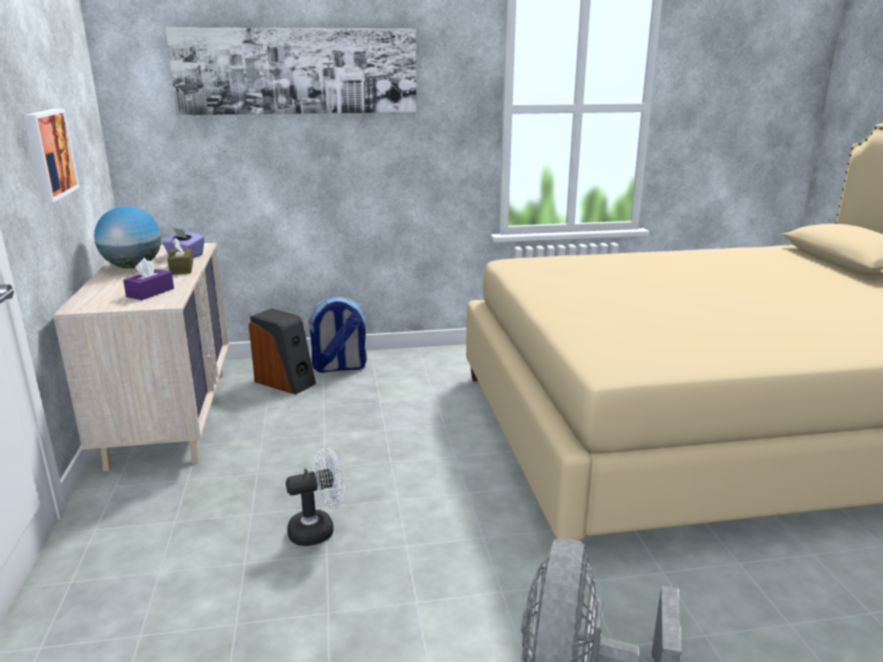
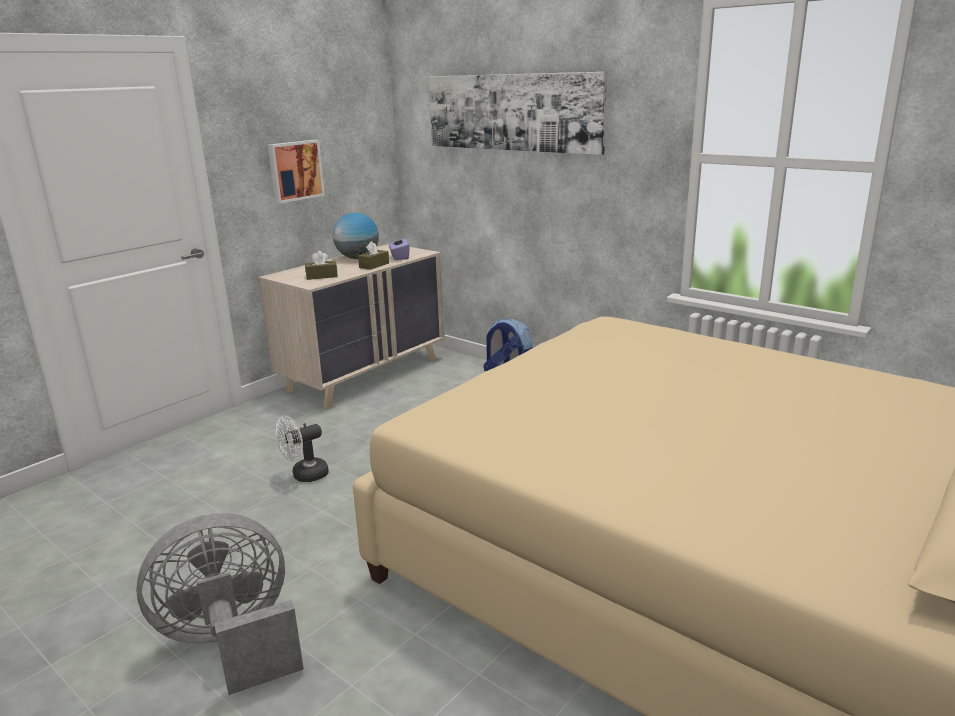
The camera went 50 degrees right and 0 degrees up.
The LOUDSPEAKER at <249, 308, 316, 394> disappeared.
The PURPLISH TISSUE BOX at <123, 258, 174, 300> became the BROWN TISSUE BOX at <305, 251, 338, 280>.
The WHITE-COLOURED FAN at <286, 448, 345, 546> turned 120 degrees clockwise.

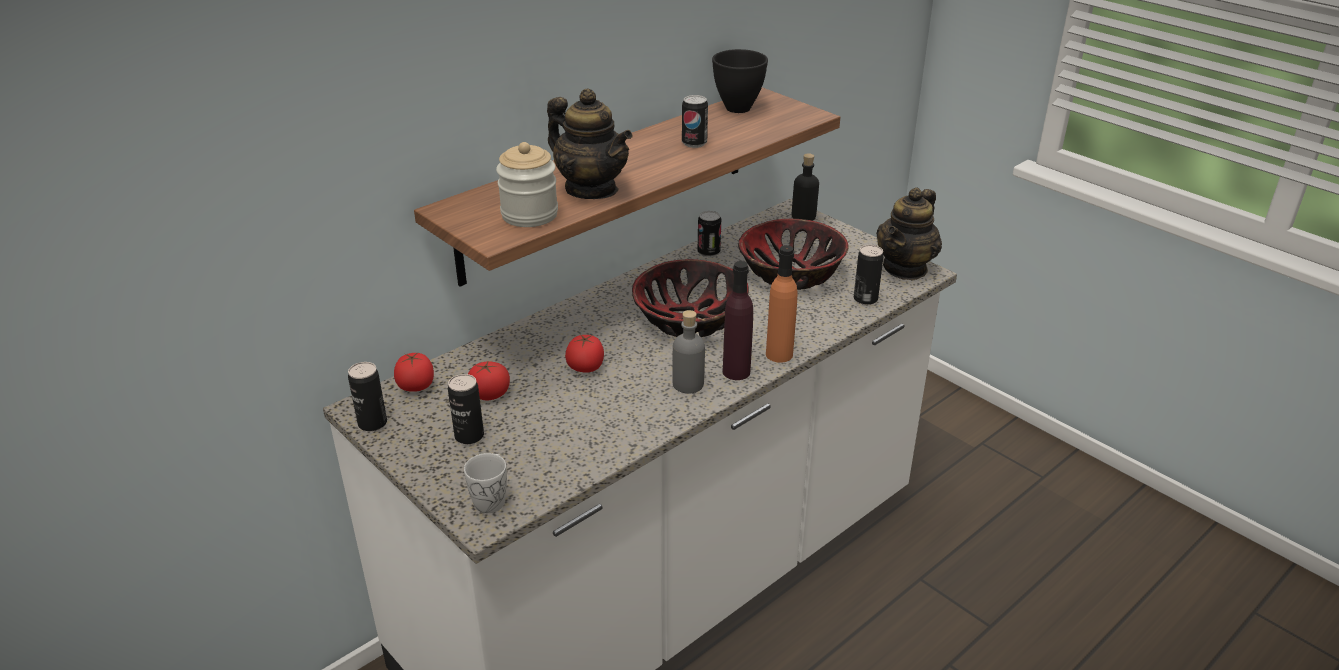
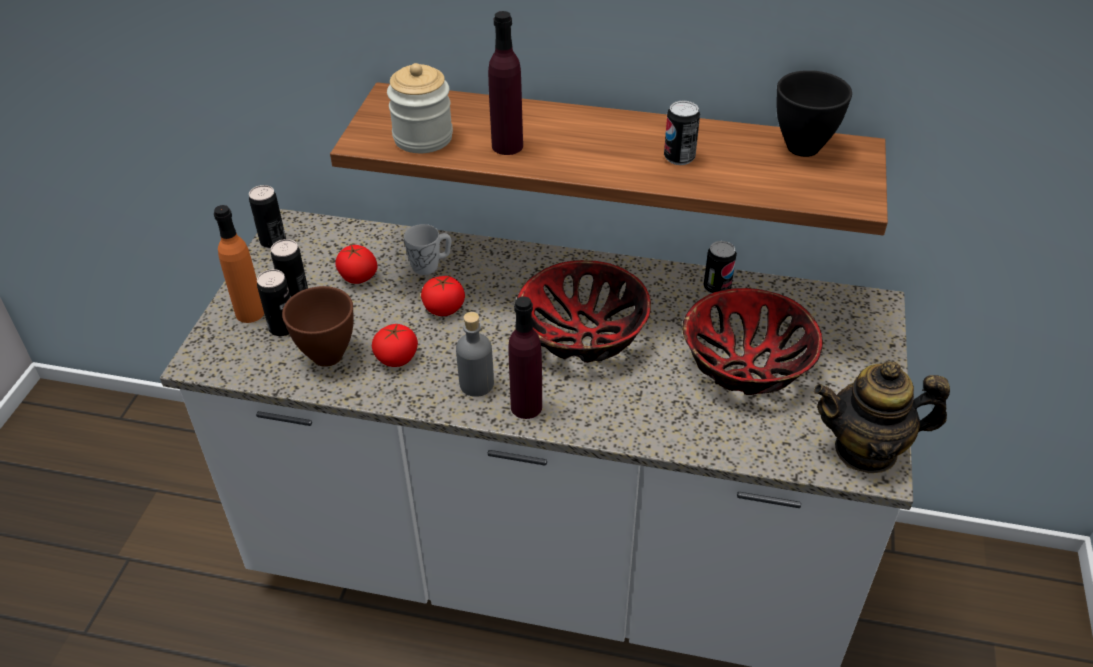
The camera went 55 degrees right and 10 degrees up.
The BLACK BOTTLE at <792, 153, 819, 221> disappeared.
The BROWN SERVING BOWL at <282, 286, 354, 367> appeared.
The FRESH TOMATO moved from <394, 352, 434, 392> to <372, 323, 418, 367>.
The WHITE-COLOURED COFFEE MUG moved from <464, 453, 507, 513> to <404, 224, 452, 275>.
The ORANGEY BOTTLE moved from <766, 245, 798, 363> to <214, 205, 264, 323>.
The METAL CAN moved from <854, 245, 884, 305> to <257, 269, 291, 336>.
The POT FOR TEA at <547, 89, 632, 199> was replaced by the PURPLISH BOTTLE at <488, 11, 523, 155>.

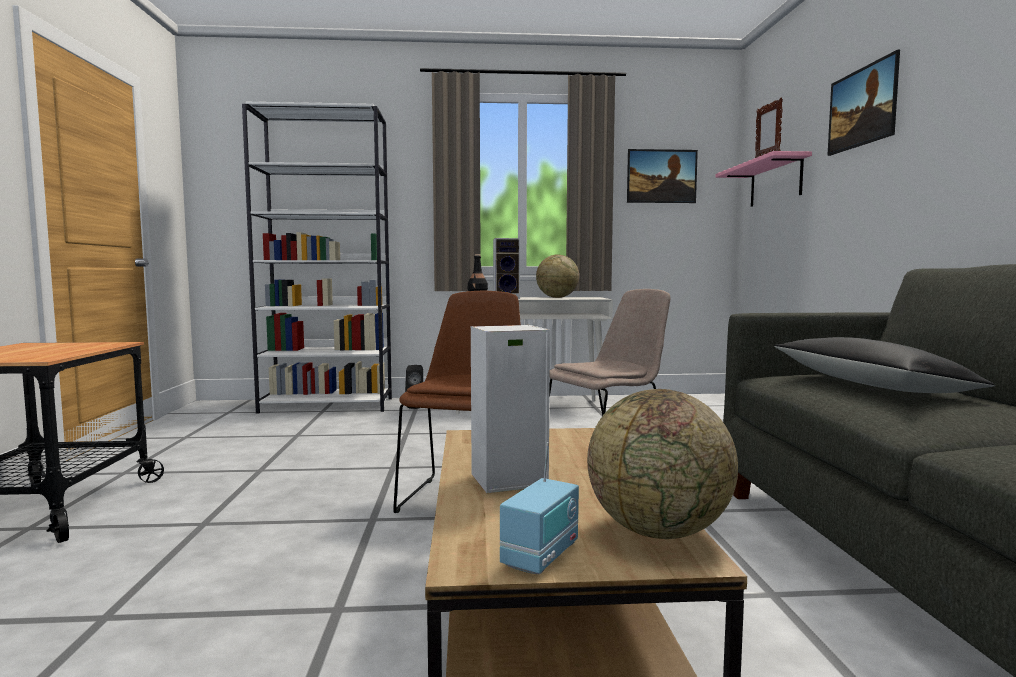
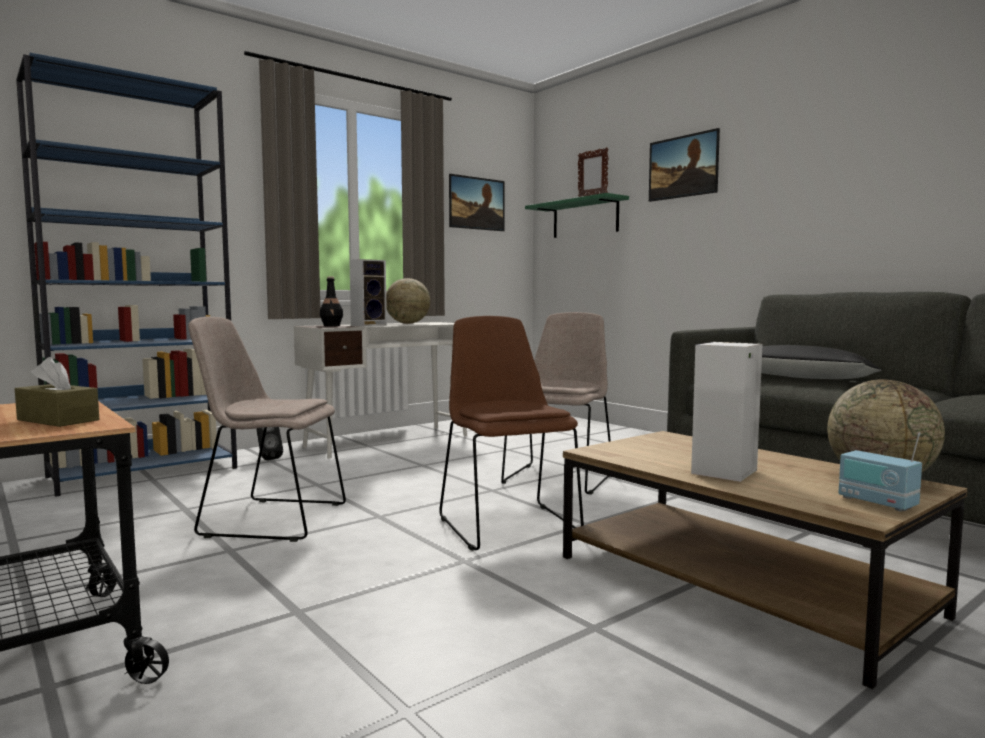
The camera went 35 degrees left and 0 degrees up.
The BROWN TISSUE BOX at <15, 357, 99, 427> appeared.
The BEIGE-COLOURED PLAIN CHAIR at <188, 317, 346, 542> appeared.
The WHITE-COLOURED BOOKSHELF at <242, 102, 392, 414> became the BLUISH BOOKSHELF at <16, 53, 237, 497>.
The PINK-COLOURED BRACKET SHELF at <715, 151, 812, 207> became the GREEN-COLOURED BRACKET SHELF at <525, 193, 629, 238>.
The RADIO SET at <500, 442, 579, 574> turned 150 degrees clockwise.

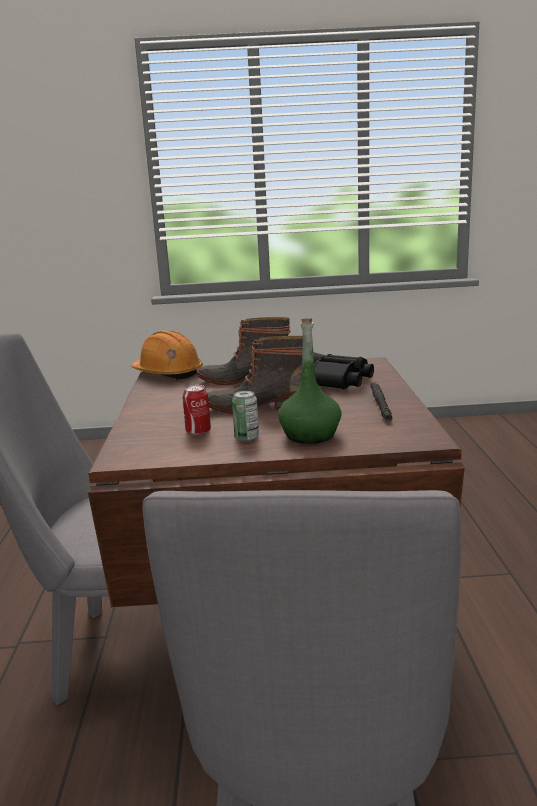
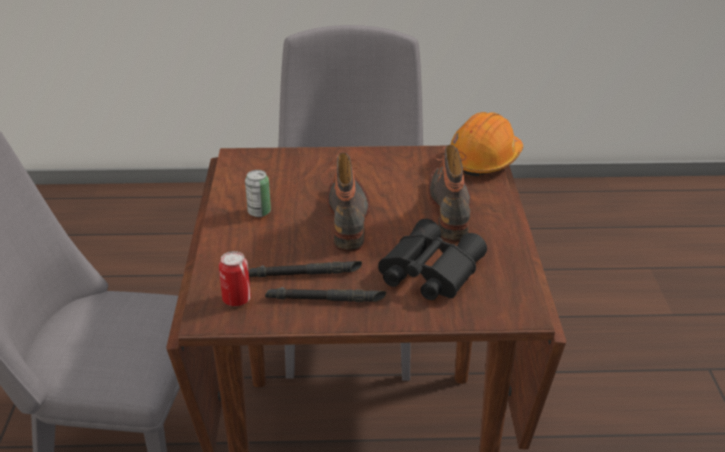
The camera went 90 degrees right and 15 degrees up.
The GREEN-COLOURED BOTTLE at <278, 318, 342, 444> disappeared.
The BLACK FLASHLIGHT at <248, 261, 362, 277> appeared.
The METAL CAN moved from <182, 385, 211, 435> to <219, 251, 251, 306>.

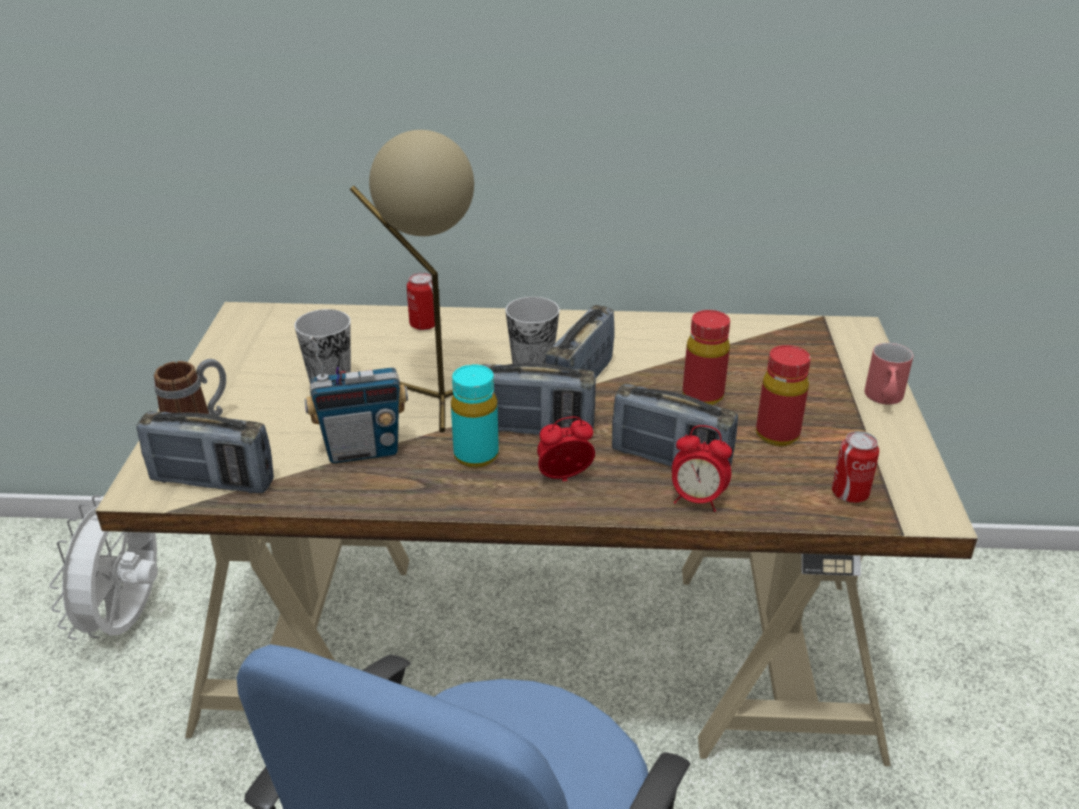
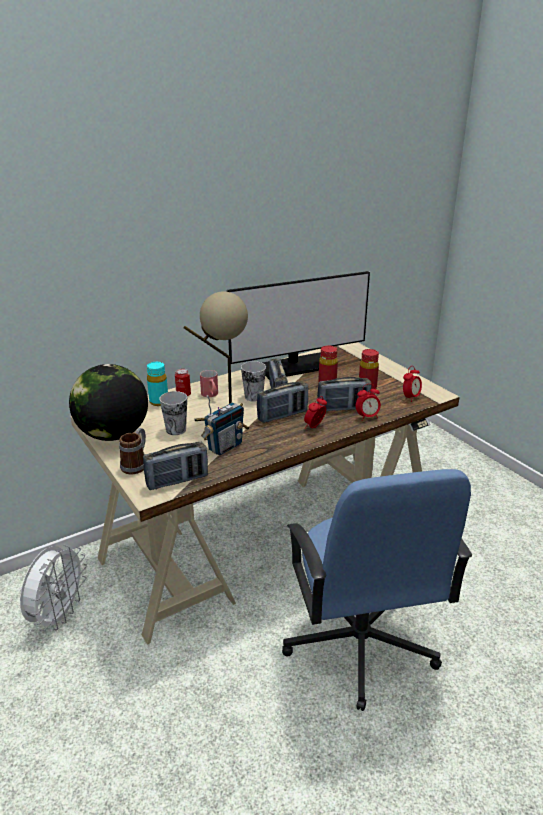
The camera went 35 degrees left and 5 degrees down.
The DESK GLOBE at <69, 364, 148, 441> appeared.
The COMPUTER SCREEN at <227, 271, 370, 380> appeared.
The BLUE-GREEN BOTTLE moved from <451, 364, 499, 468> to <147, 362, 168, 406>.
The RED COFFEE MUG moved from <864, 343, 913, 405> to <200, 370, 218, 397>.
The METAL CAN at <832, 431, 879, 503> was replaced by the BEDSIDE CLOCK at <403, 366, 422, 402>.
The WHITE-COLOURED FAN at <49, 495, 158, 640> turned 135 degrees counterclockwise.

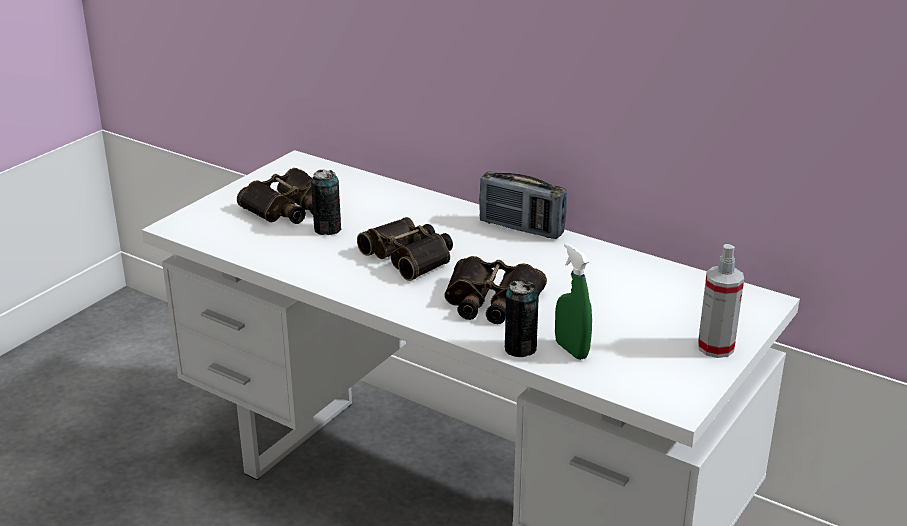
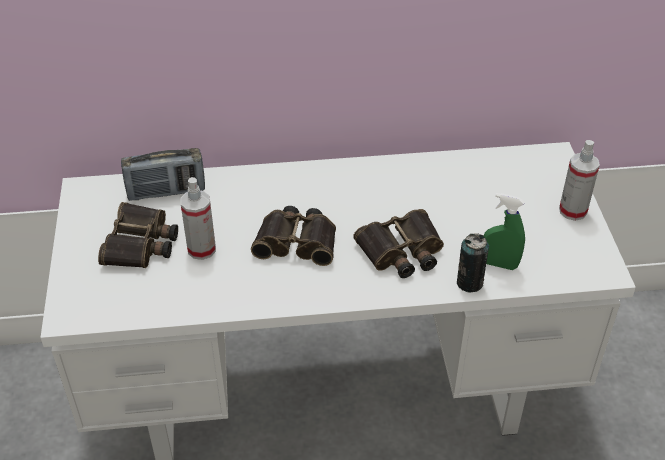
The camera went 40 degrees left and 15 degrees up.
The RADIO SET moved from <479, 171, 567, 239> to <121, 148, 205, 201>.
The METAL CAN at <311, 169, 342, 235> was replaced by the HAND SPRAYER at <180, 177, 216, 260>.

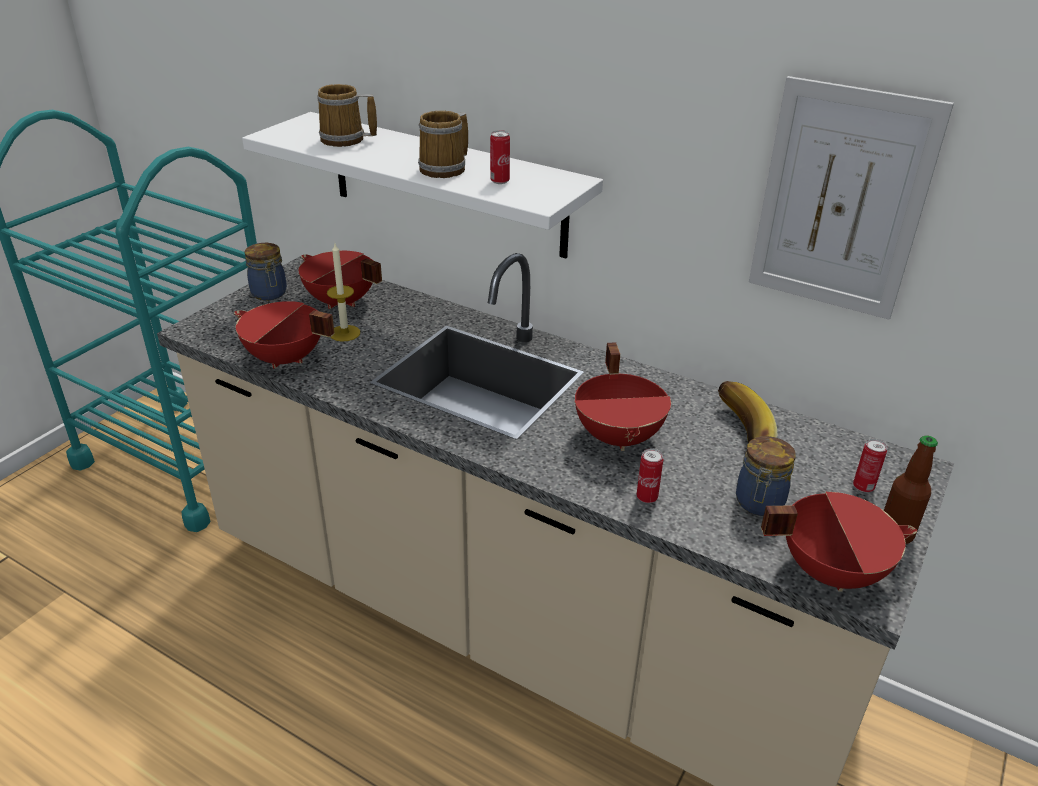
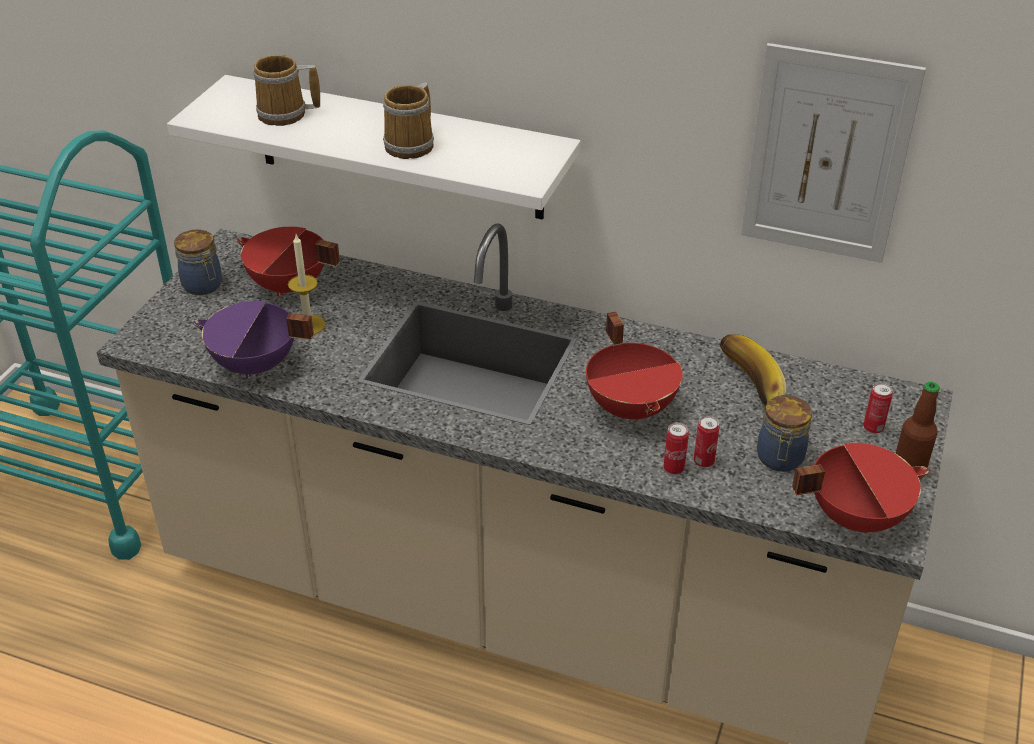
The camera went 10 degrees left and 5 degrees up.
The METAL CAN moved from <490, 130, 510, 184> to <694, 416, 720, 468>.
The RED COOKING POT at <234, 301, 335, 369> became the PURPLISH COOKING POT at <193, 301, 314, 379>.

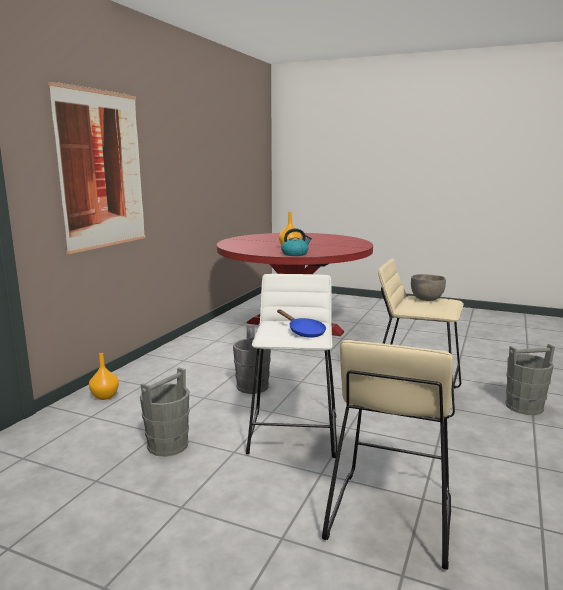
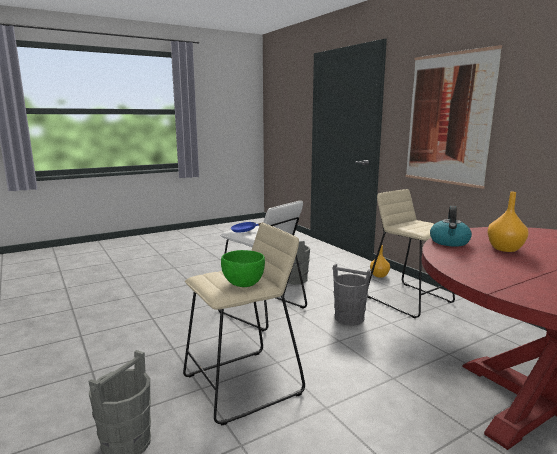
The camera went 125 degrees right and 0 degrees up.
The BEIGE-COLOURED STOOL SEAT moved from <322, 340, 453, 570> to <367, 189, 455, 318>.
The GRAY SERVING BOWL at <411, 274, 446, 301> became the GREEN-COLOURED SERVING BOWL at <221, 250, 265, 287>.

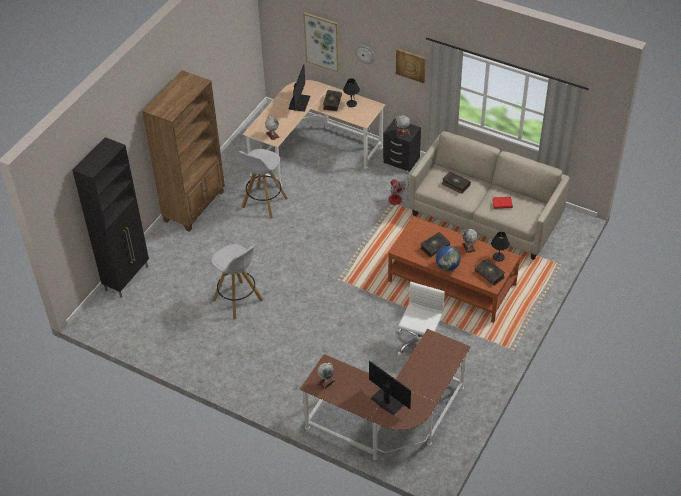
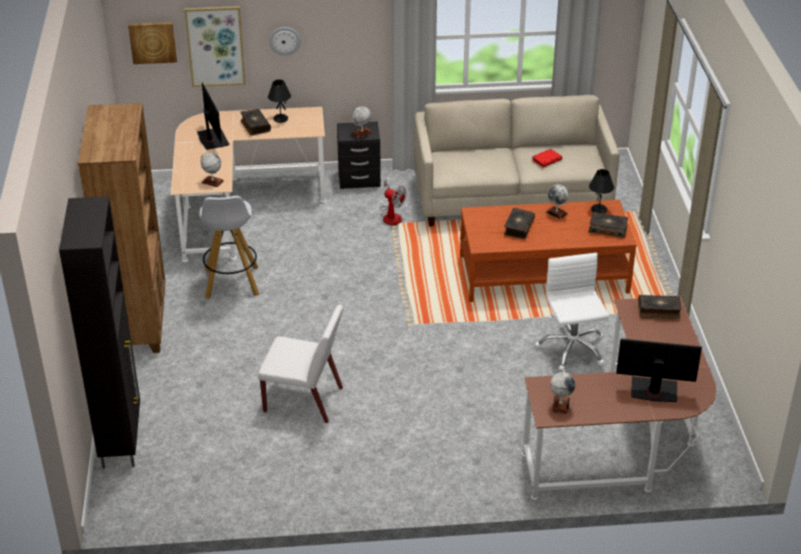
The camera went 35 degrees left and 10 degrees down.
The DESK GLOBE at <436, 246, 461, 271> disappeared.
The WALL ART moved from <396, 48, 426, 83> to <128, 22, 177, 64>.
The VOLUME moved from <442, 171, 471, 194> to <638, 295, 681, 319>.
The WHITE-COLOURED STOOL SEAT at <211, 244, 263, 320> was replaced by the WHITE-COLOURED PLAIN CHAIR at <258, 305, 343, 423>.

